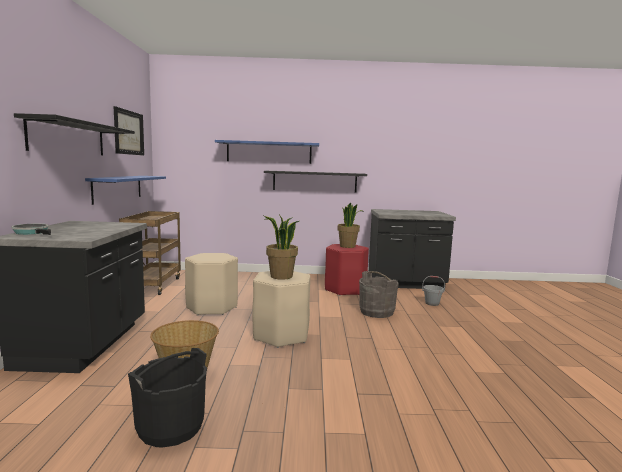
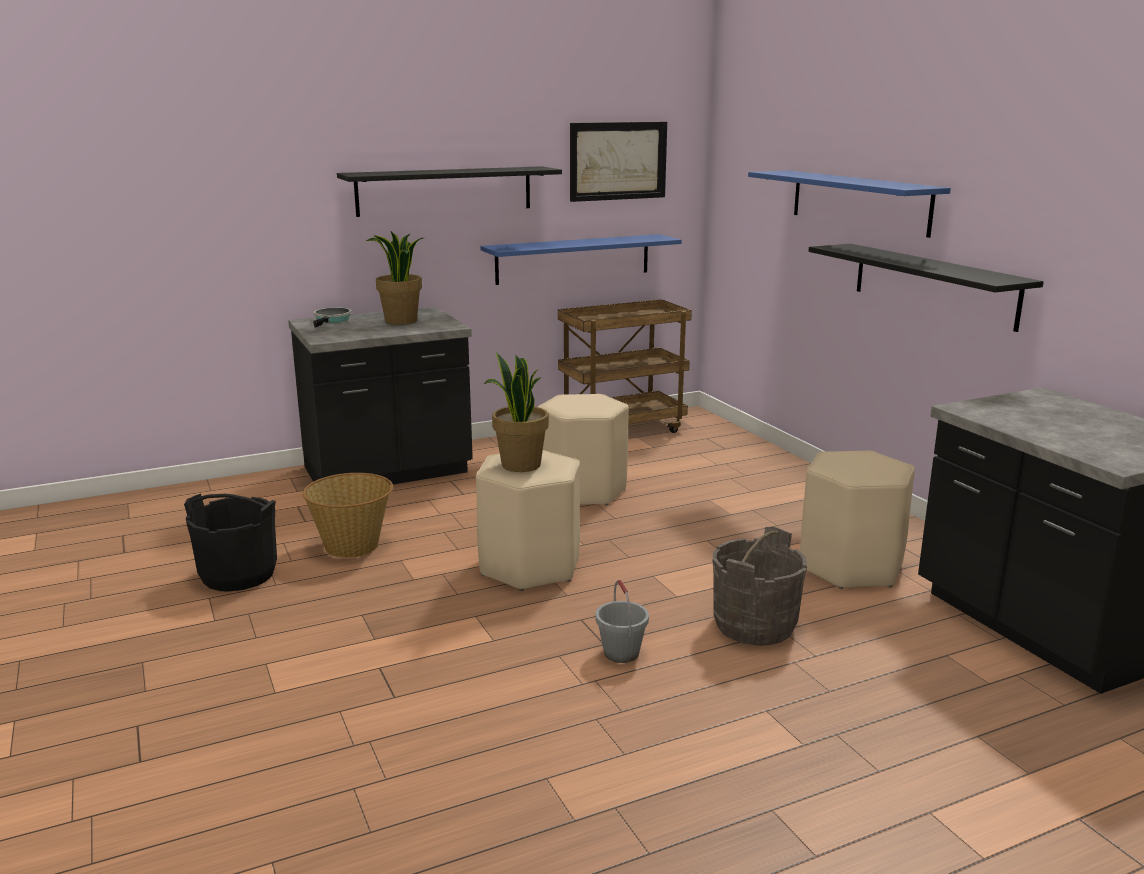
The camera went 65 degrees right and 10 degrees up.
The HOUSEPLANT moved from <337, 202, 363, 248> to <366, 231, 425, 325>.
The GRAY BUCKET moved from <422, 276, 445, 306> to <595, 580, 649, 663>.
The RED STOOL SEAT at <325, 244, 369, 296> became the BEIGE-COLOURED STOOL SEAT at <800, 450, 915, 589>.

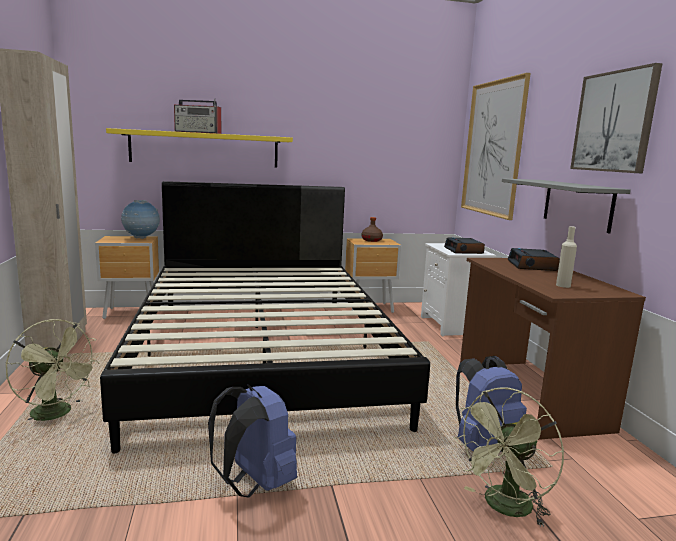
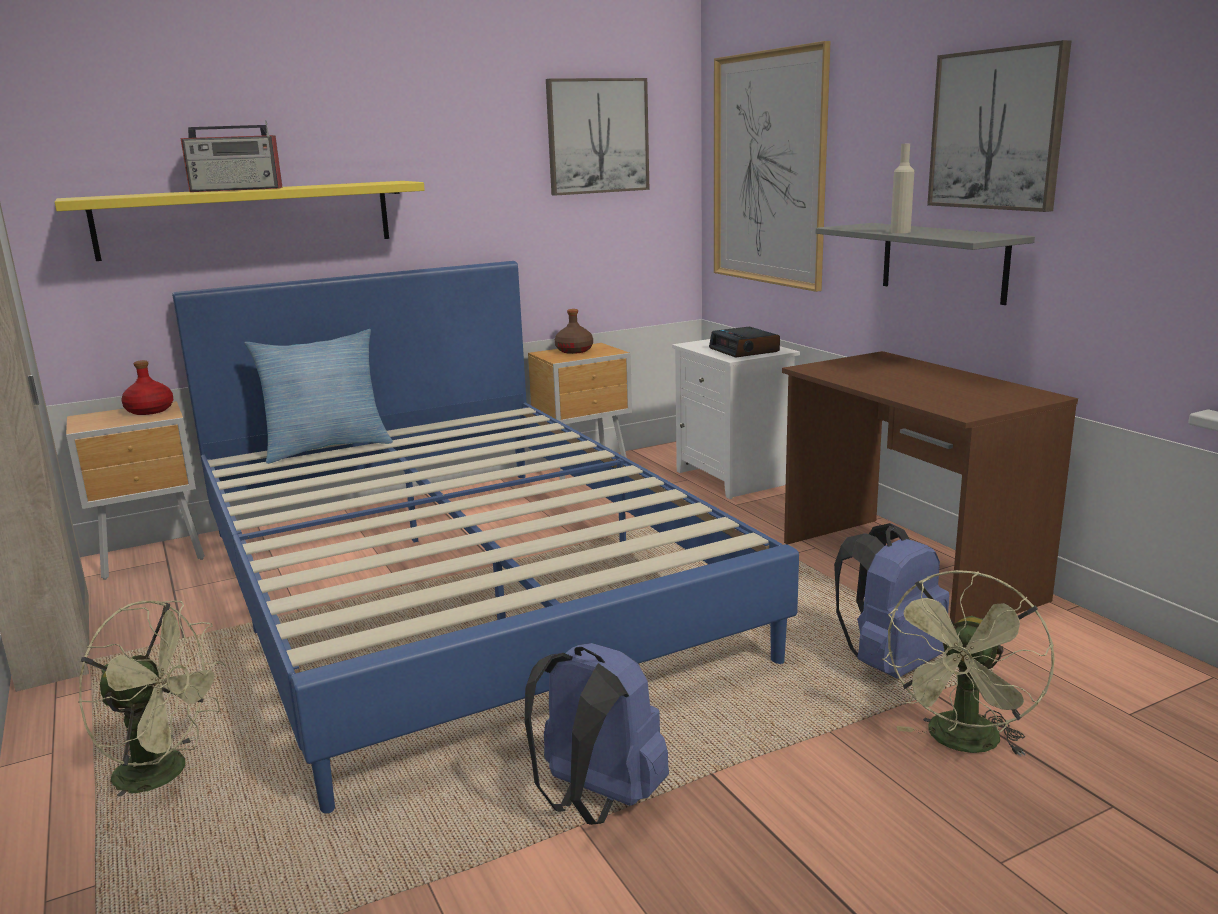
The camera went 15 degrees left and 5 degrees up.
The BEDSIDE CLOCK at <508, 248, 560, 271> disappeared.
The CUSHION at <245, 329, 393, 464> appeared.
The WALL ART at <546, 78, 649, 196> appeared.
The BEIGE-COLOURED BOTTLE moved from <556, 226, 577, 288> to <890, 143, 914, 233>.
The DESK GLOBE at <121, 200, 160, 239> was replaced by the RED BOTTLE at <121, 360, 174, 415>.
The BLACK BEDROOM BED at <100, 181, 430, 454> became the BLUISH BEDROOM BED at <172, 261, 799, 813>.

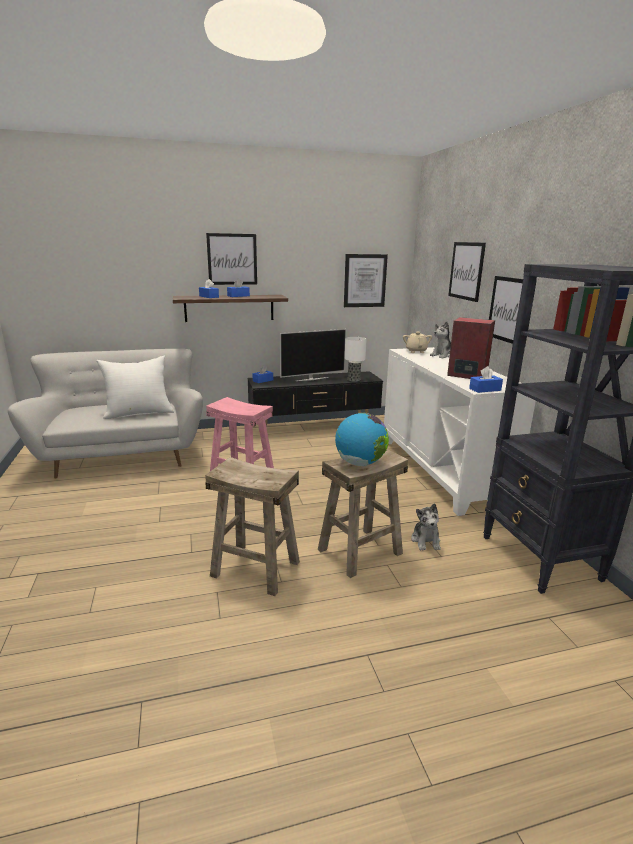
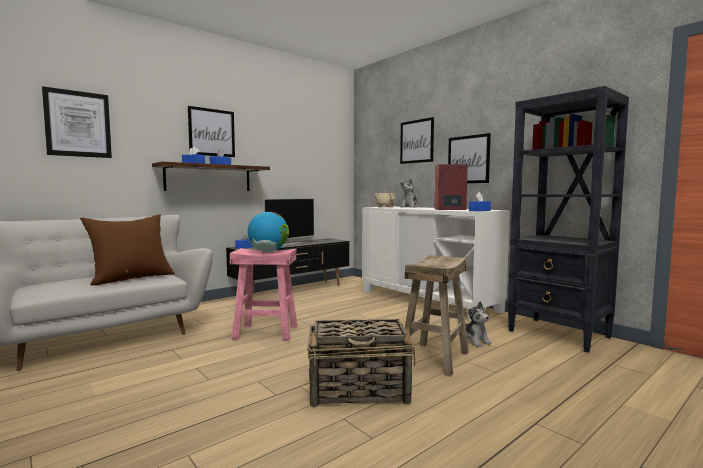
The camera went 25 degrees left and 15 degrees down.
The LAMP FOR A TABLE at <345, 337, 367, 381> disappeared.
The DESK GLOBE moved from <335, 412, 389, 466> to <248, 212, 289, 252>.
The WALL ART moved from <344, 254, 388, 307> to <42, 86, 112, 158>.
The BEIGE-COLOURED STOOL SEAT at <205, 457, 300, 596> was replaced by the HOUSEHOLD BASKET at <307, 319, 415, 407>.
The WHITE-COLOURED CUSHION at <96, 356, 174, 419> became the BROWN CUSHION at <80, 214, 175, 286>.

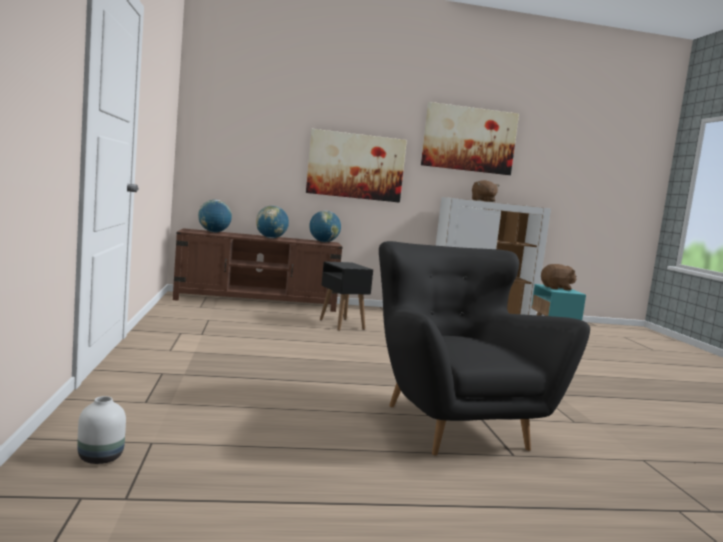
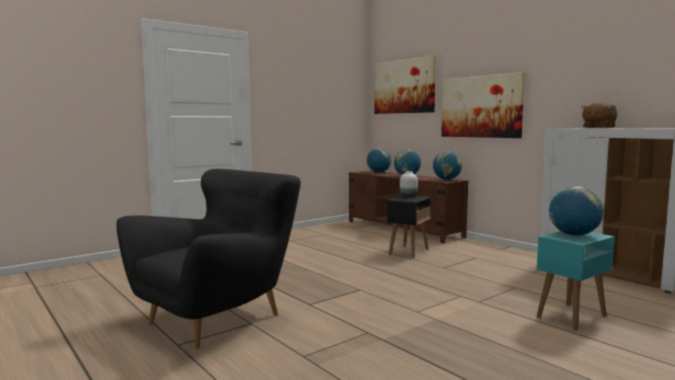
The camera went 60 degrees right and 0 degrees up.
The WHITE-COLOURED VASE moved from <77, 396, 126, 464> to <400, 171, 418, 197>.
The WALL ART moved from <421, 102, 519, 175> to <374, 56, 436, 114>.
The BROWN PLUSH TOY at <541, 264, 576, 291> was replaced by the DESK GLOBE at <549, 186, 604, 236>.

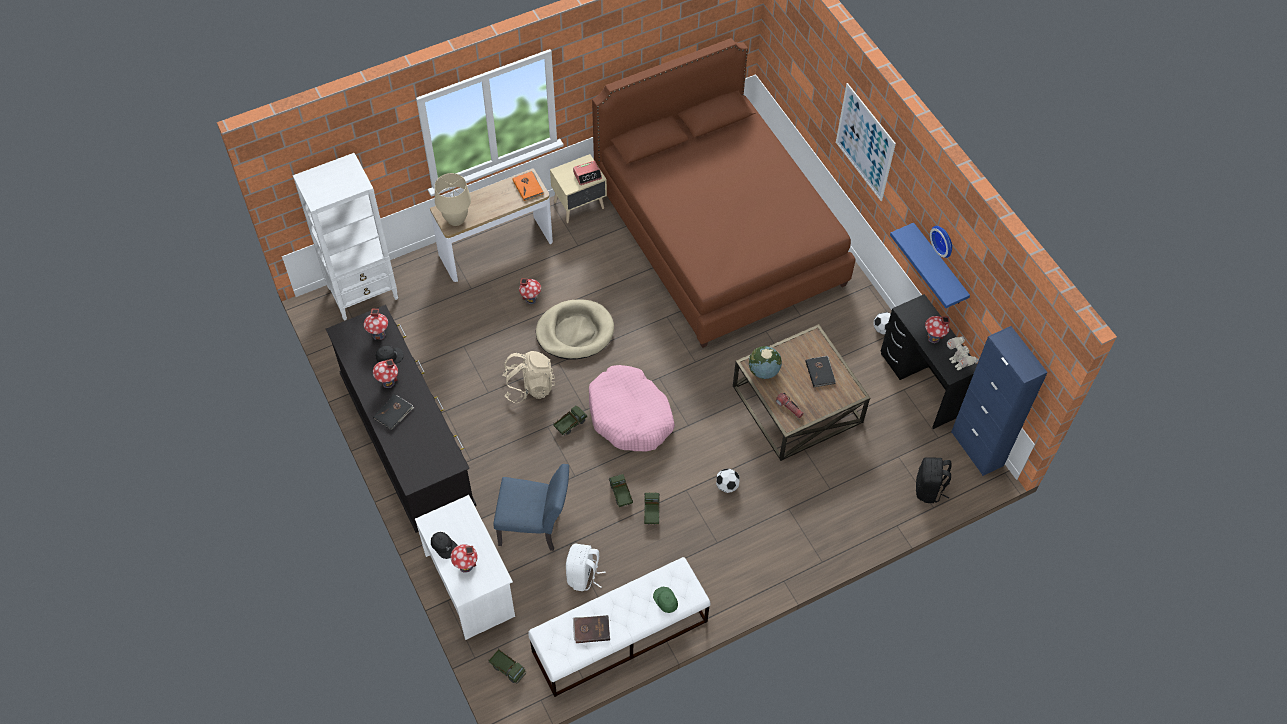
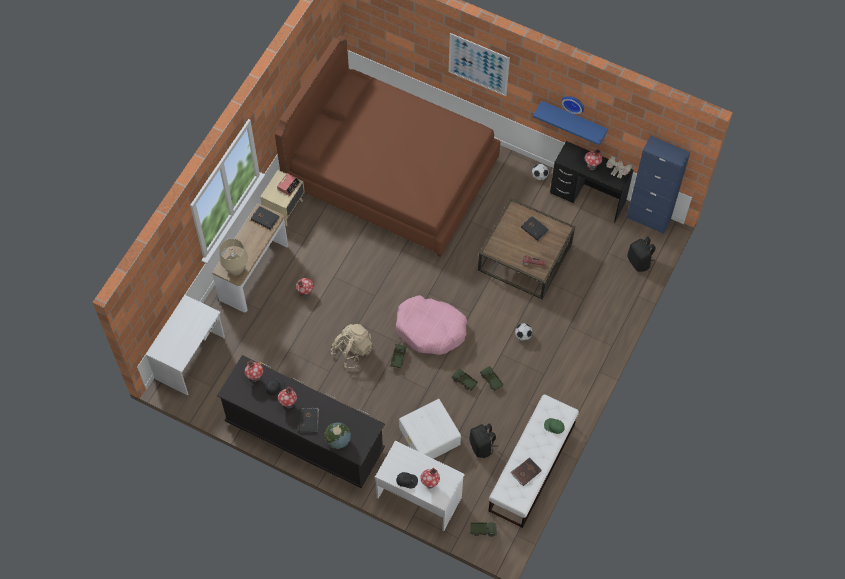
The camera went 35 degrees left and 5 degrees up.
The BEIGE-COLOURED PET BED at <536, 299, 614, 360> disappeared.
The DESK GLOBE moved from <749, 346, 782, 379> to <324, 422, 351, 449>.
The WHITE-COLOURED BOOKSHELF at <293, 153, 398, 321> was replaced by the WHITE-COLOURED DESK at <146, 295, 225, 395>.
The BLUISH PLAIN CHAIR at <494, 464, 569, 551> was replaced by the WHITE-COLOURED STORAGE CONTAINER at <399, 399, 461, 459>.
The ORANGEY VOLUME at <512, 171, 544, 201> became the BLACK VOLUME at <251, 206, 279, 230>.
The WHITE-COLOURED RUCKSACK at <566, 543, 606, 591> became the BLACK RUCKSACK at <470, 424, 499, 458>.

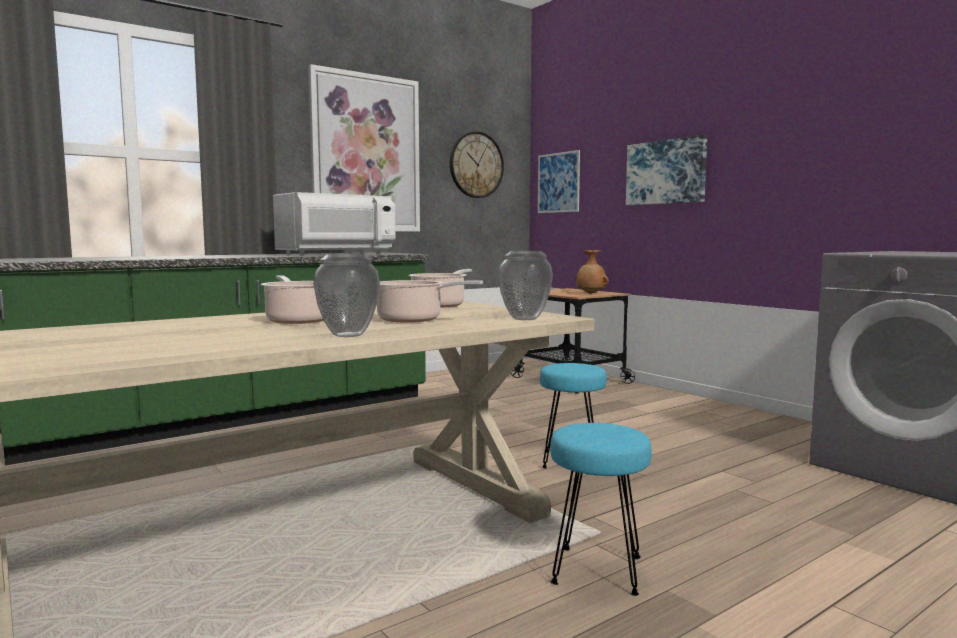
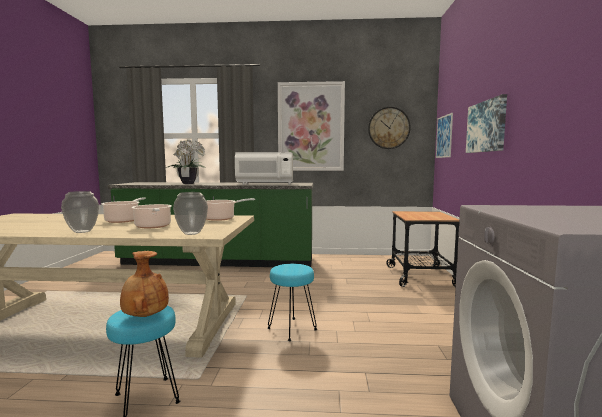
The camera went 40 degrees right and 0 degrees up.
The HOUSEPLANT at <166, 139, 206, 184> appeared.
The BROWN VASE moved from <575, 250, 609, 294> to <120, 251, 169, 317>.

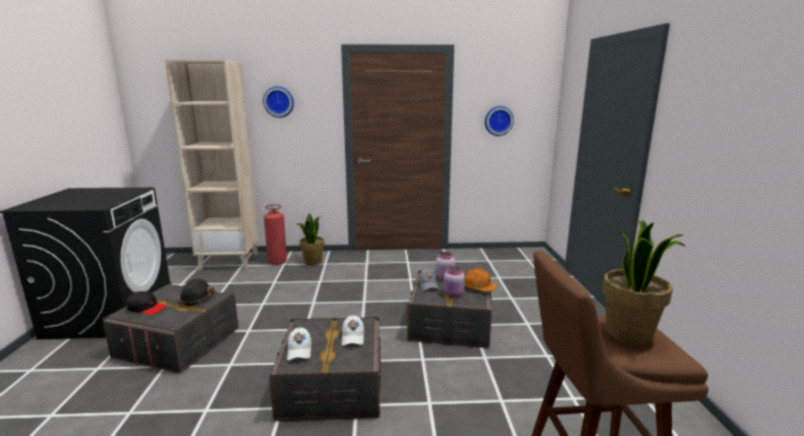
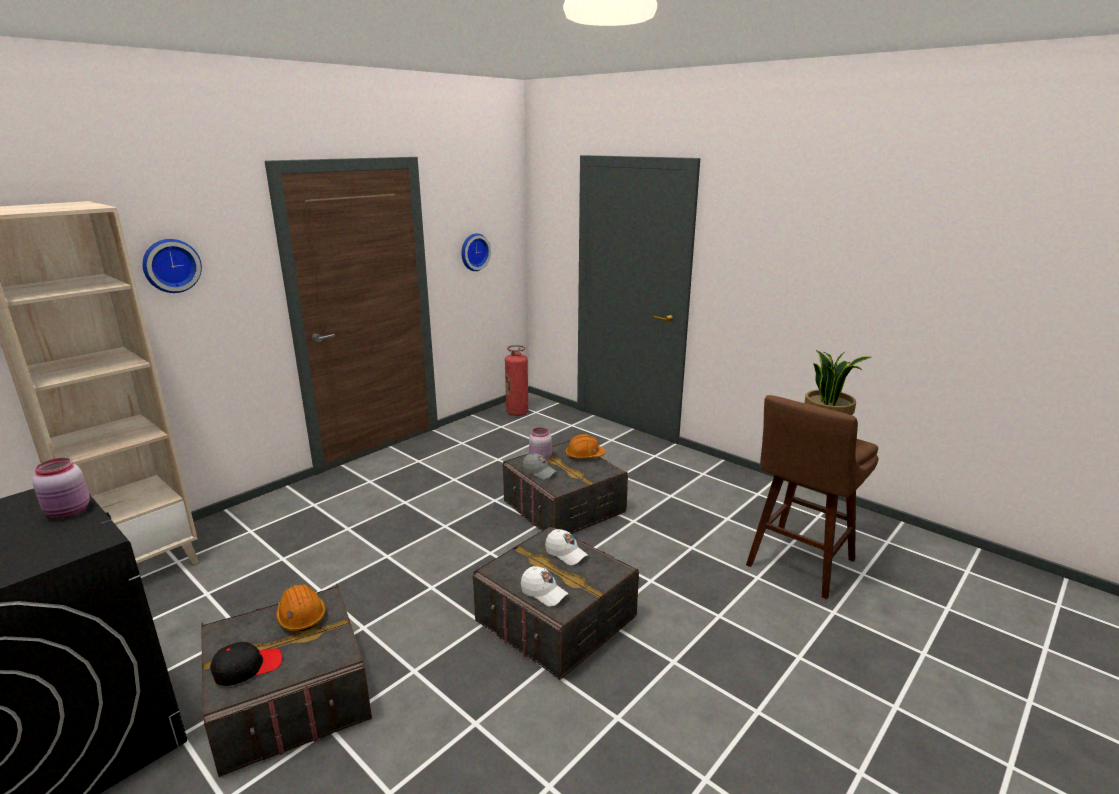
The camera went 45 degrees left and 5 degrees up.
The HOUSEPLANT at <296, 213, 325, 265> disappeared.
The FIRE-FIGHTING CYLINDER moved from <264, 204, 287, 265> to <505, 345, 528, 416>.
The PINK-COLOURED PRESERVE JAR moved from <444, 266, 465, 297> to <32, 458, 90, 518>.
The BLACK HARD HAT at <179, 279, 215, 306> became the ORANGEY HARD HAT at <276, 584, 325, 631>.

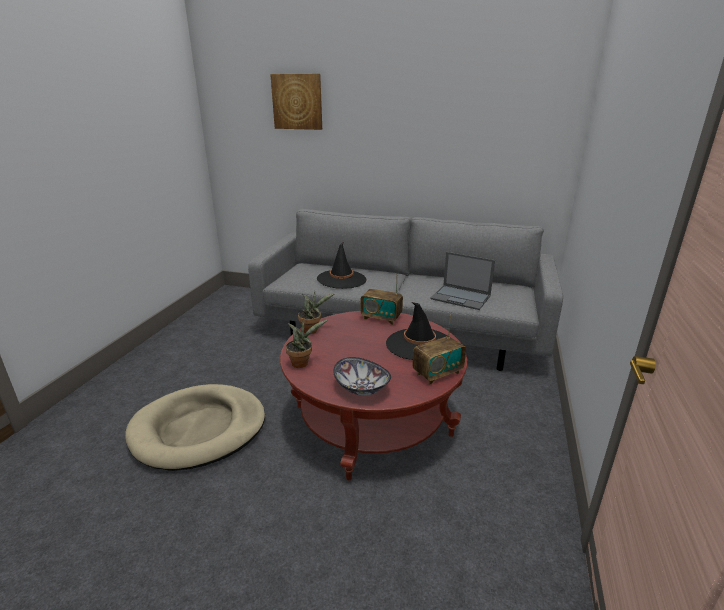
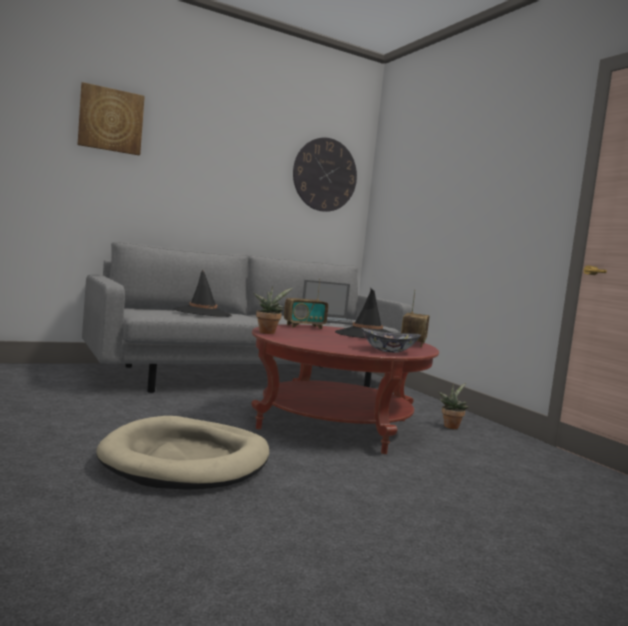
The camera went 45 degrees left and 20 degrees down.
The HANGING CLOCK at <293, 138, 357, 212> appeared.
The HOUSEPLANT moved from <286, 319, 327, 368> to <438, 383, 468, 429>.

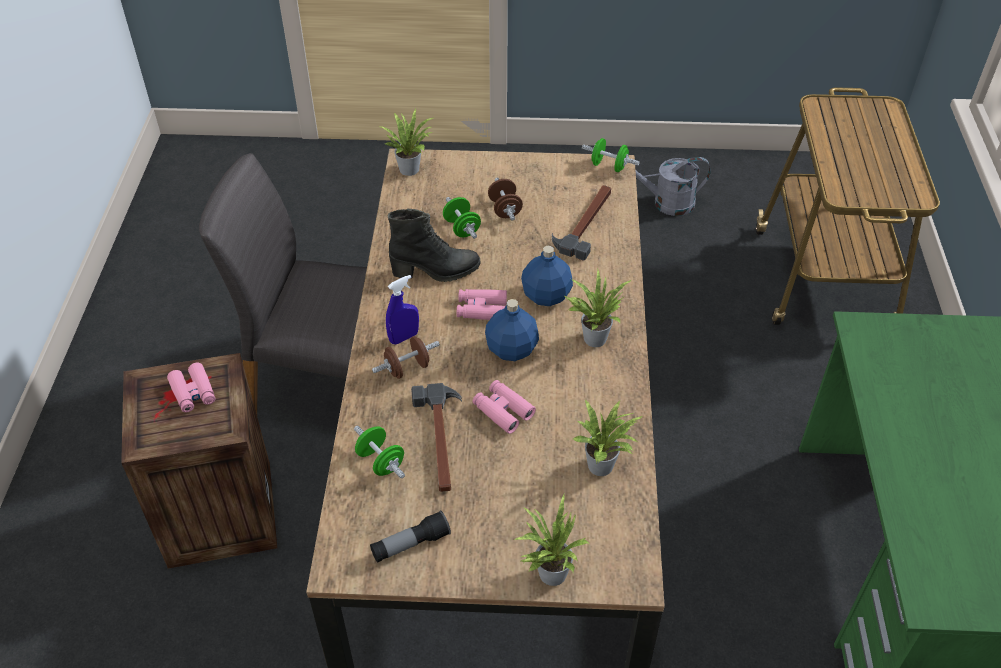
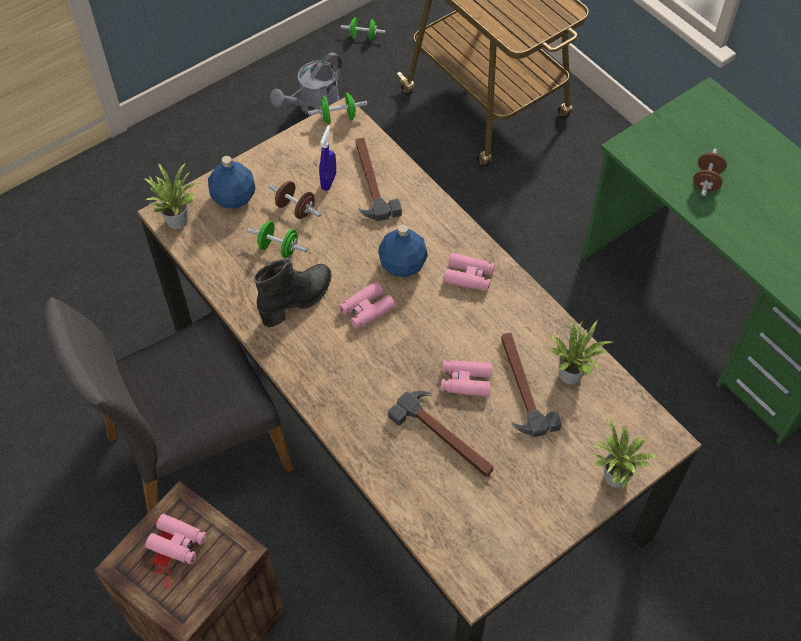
The camera went 40 degrees left and 10 degrees up.
The FLASHLIGHT at <370, 510, 451, 563> disappeared.
The HAND HAMMER at <501, 333, 562, 437> appeared.
The GREEN-COLOURED FREE WEIGHT moved from <354, 426, 405, 478> to <341, 17, 385, 41>.
The BROWN FREE WEIGHT moved from <372, 336, 440, 379> to <693, 149, 727, 196>.
The BLUISH HAND SPRAYER moved from <386, 275, 419, 344> to <319, 125, 336, 191>.
The BLUISH BOTTLE moved from <485, 299, 539, 361> to <208, 156, 255, 209>.
The HOUSEPLANT at <565, 269, 631, 347> was replaced by the PINK-COLOURED FIELD GLASSES at <443, 253, 495, 291>.

